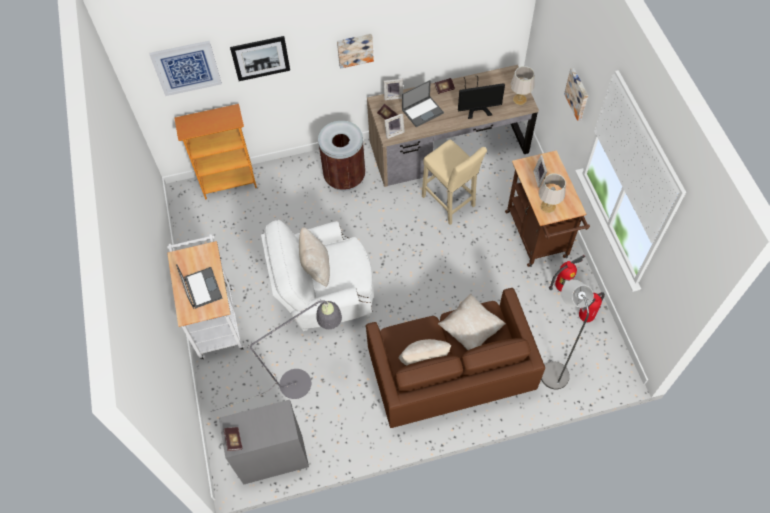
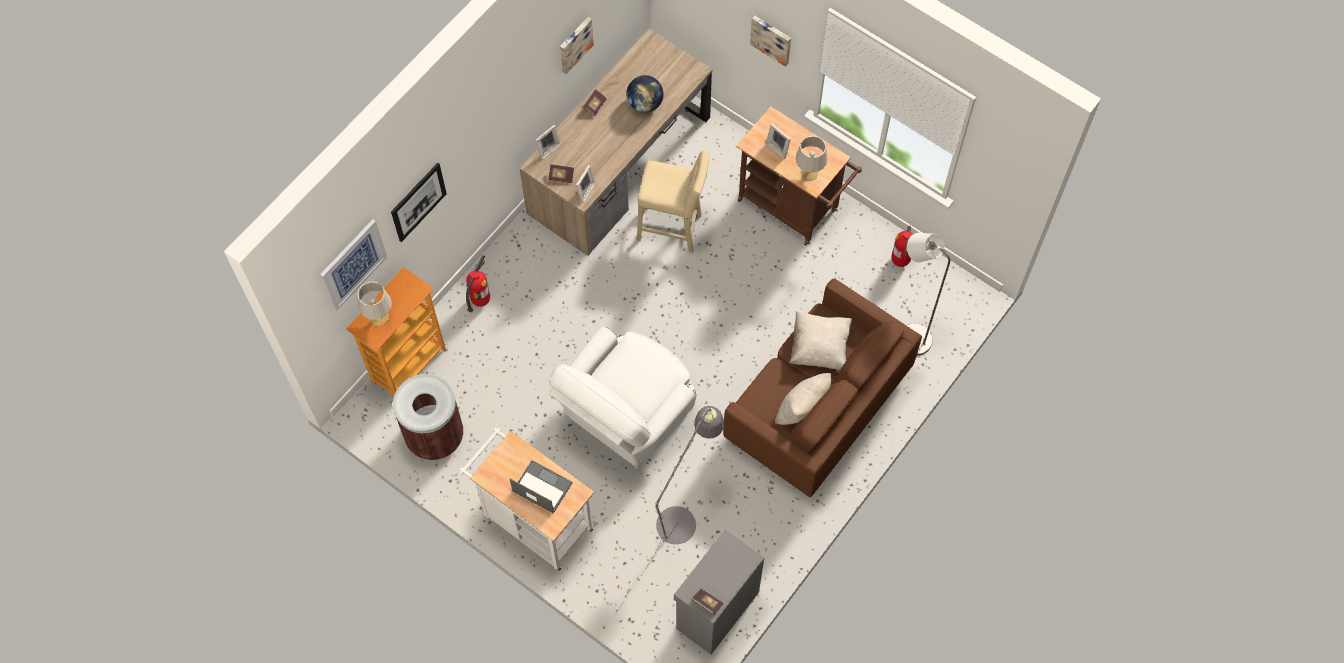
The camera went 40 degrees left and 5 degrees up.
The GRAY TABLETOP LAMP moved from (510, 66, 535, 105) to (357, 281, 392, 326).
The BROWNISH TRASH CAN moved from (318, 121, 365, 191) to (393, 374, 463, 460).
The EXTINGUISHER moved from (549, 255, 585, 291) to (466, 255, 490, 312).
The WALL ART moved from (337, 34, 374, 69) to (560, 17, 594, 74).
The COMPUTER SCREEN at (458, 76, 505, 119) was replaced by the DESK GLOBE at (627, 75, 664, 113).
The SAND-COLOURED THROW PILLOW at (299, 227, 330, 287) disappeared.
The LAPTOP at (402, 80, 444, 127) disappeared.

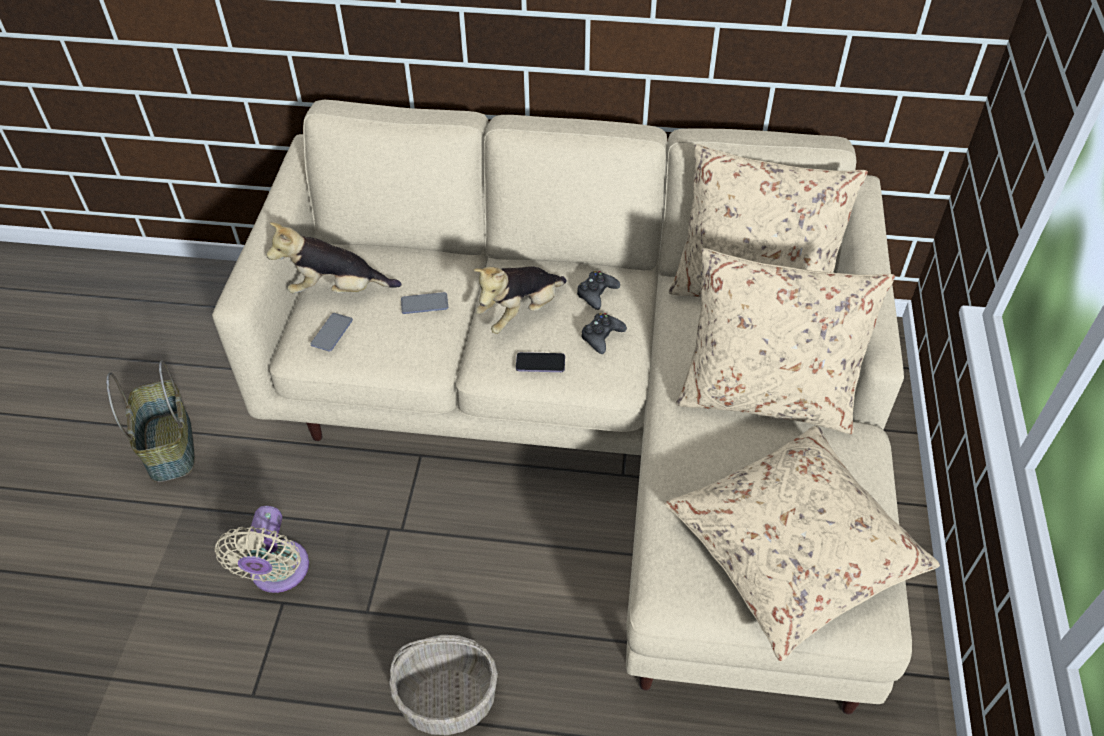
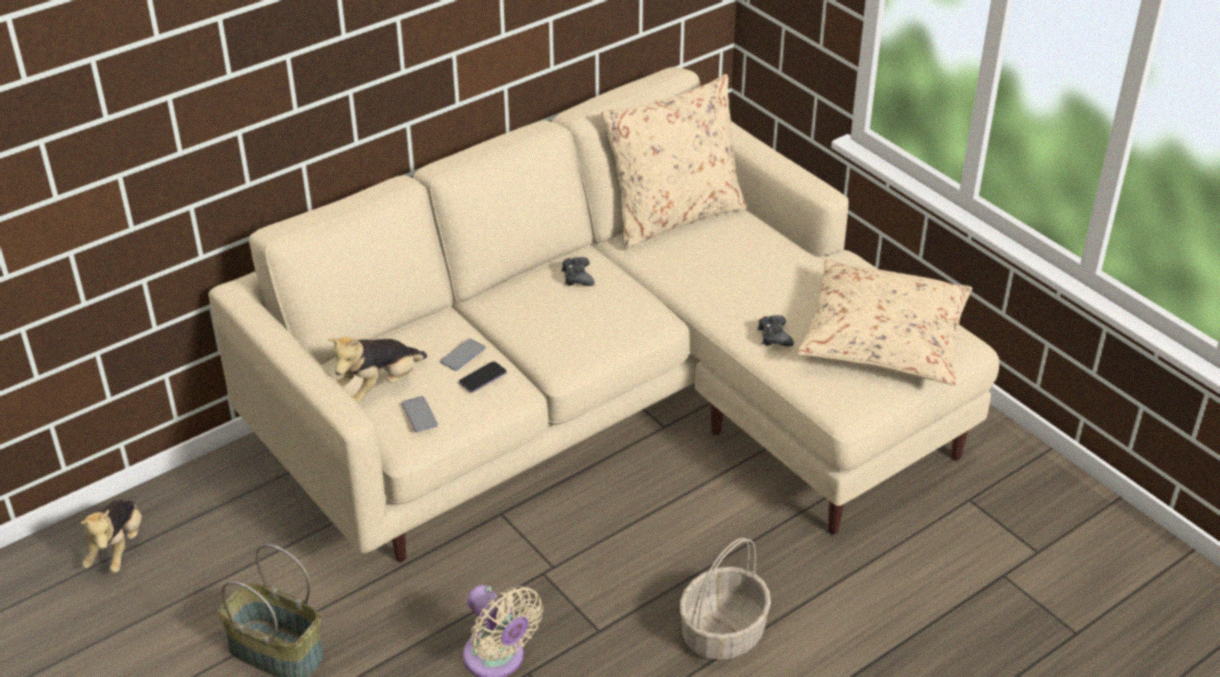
The camera went 45 degrees left and 10 degrees down.
The PLUSH TOY moved from (474, 266, 567, 334) to (80, 500, 142, 573).
The PHONE moved from (516, 352, 565, 372) to (459, 361, 507, 393).
The BLACK-COLOURED GAMEPAD moved from (581, 313, 627, 354) to (757, 315, 794, 347).
The SAND-COLOURED THROW PILLOW at (676, 248, 895, 434) disappeared.

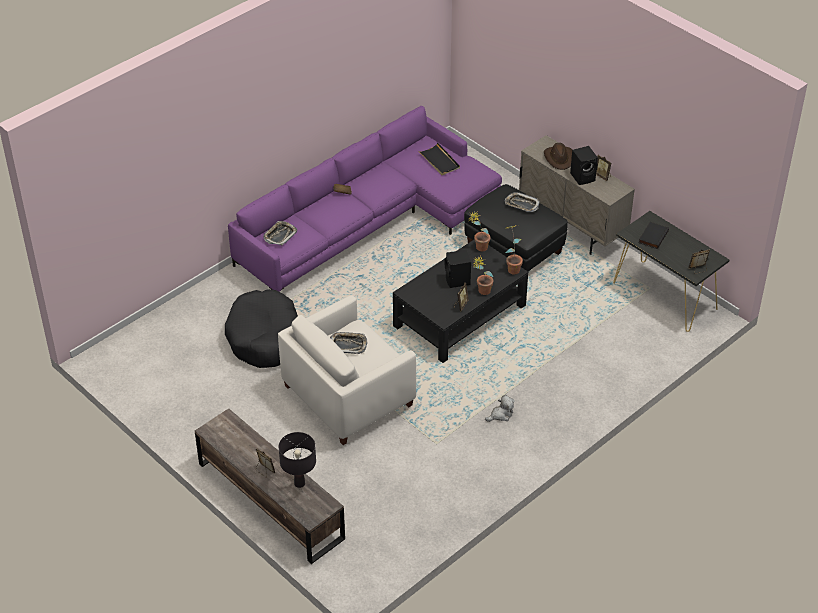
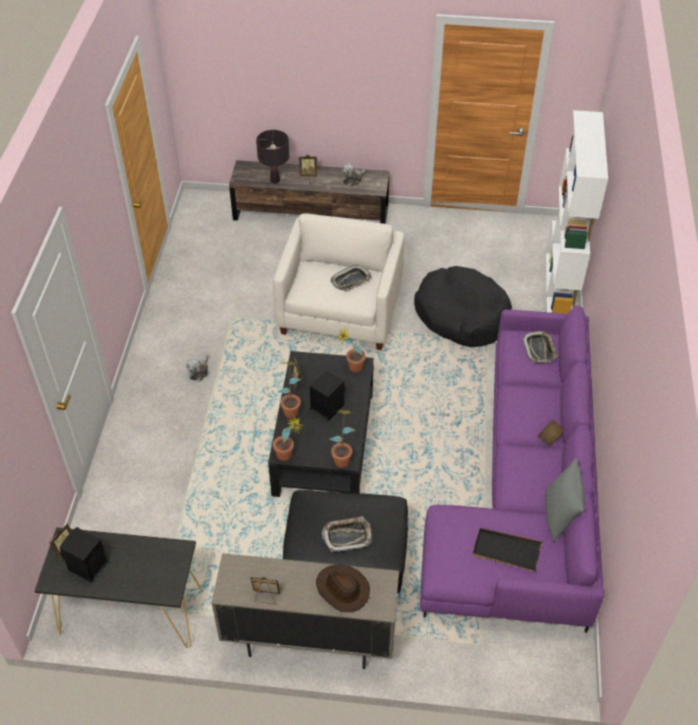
The camera went 140 degrees right and 5 degrees up.
The BLACK-COLOURED LOUDSPEAKER moved from (570, 146, 598, 185) to (60, 527, 108, 583).
The PLANT IN A POT at (337, 328, 366, 372) appeared.
The PLUSH TOY at (342, 164, 367, 187) appeared.
The GRAY THROW PILLOW at (545, 458, 585, 542) appeared.
The WHITISH BOOKSHELF at (546, 110, 608, 314) appeared.
The BLACK-COLOURED BOOK at (638, 222, 669, 249) disappeared.

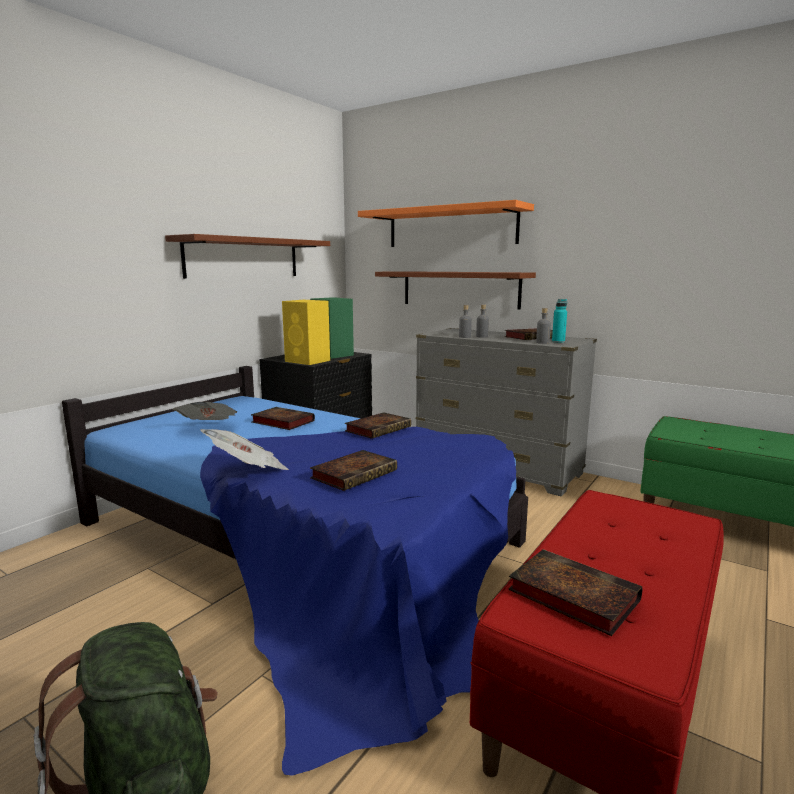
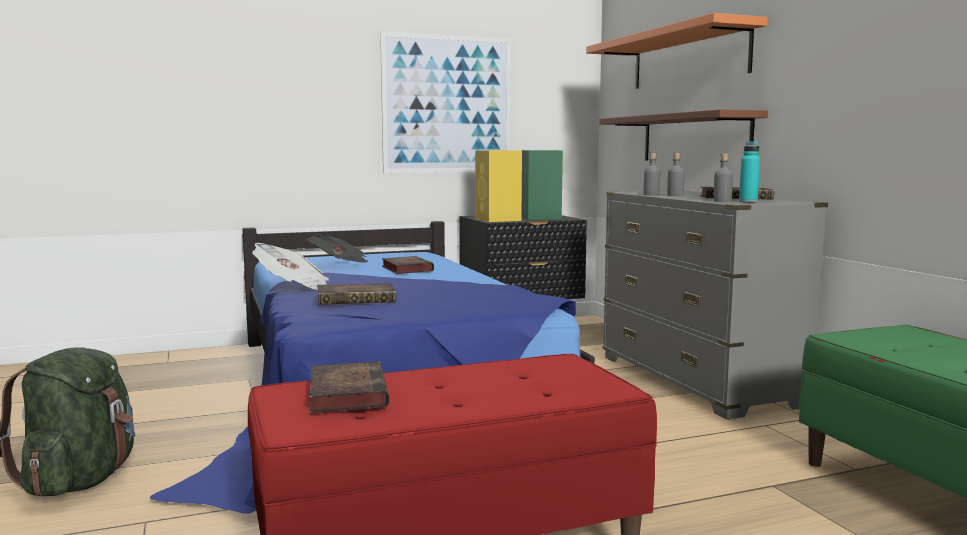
The camera went 35 degrees right and 5 degrees down.
The BROWNISH SHELF at (165, 234, 330, 279) was replaced by the WALL ART at (380, 31, 511, 173).
The BOOK at (345, 412, 411, 439) disappeared.

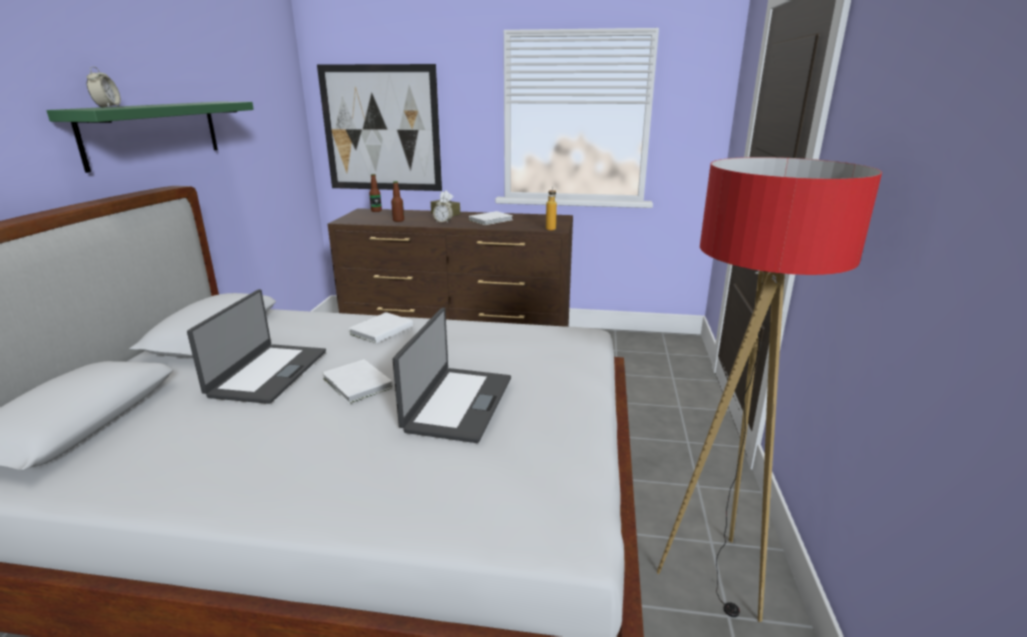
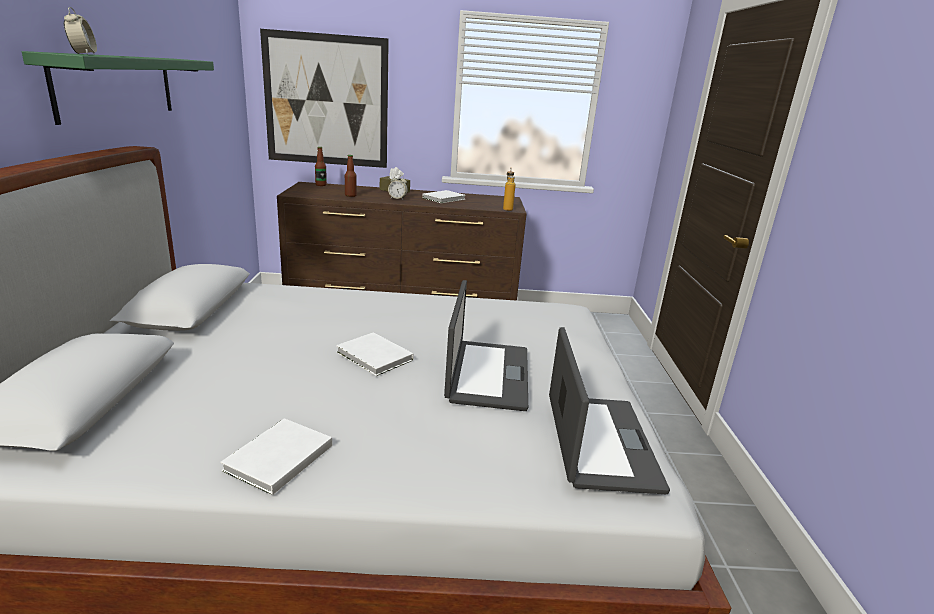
The camera went 10 degrees left and 0 degrees up.
The WHITISH BOOK moved from (348, 312, 413, 343) to (220, 418, 332, 495).
The LAPTOP moved from (187, 289, 326, 404) to (549, 327, 670, 494).
The STANDARD LAMP at (657, 157, 882, 622) disappeared.

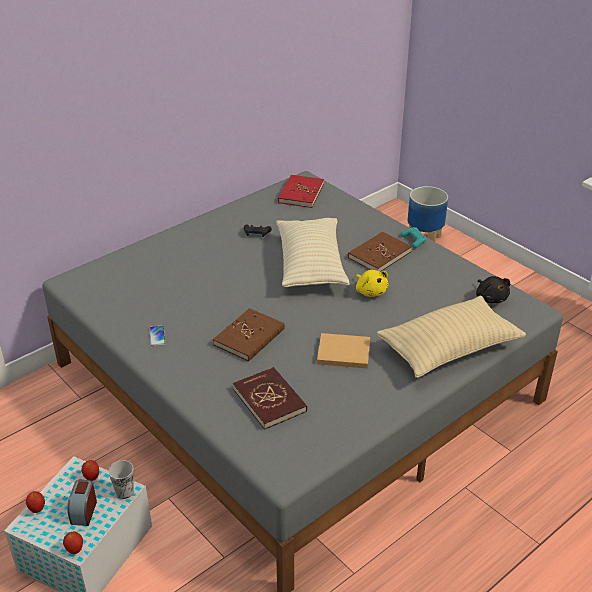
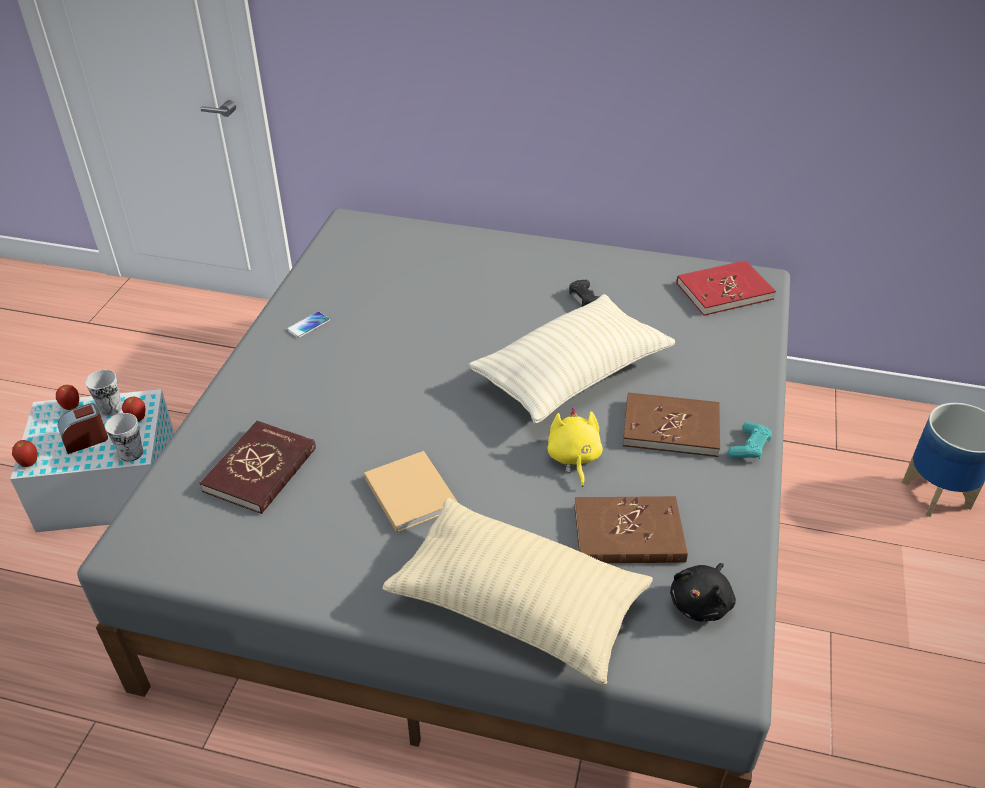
The camera went 55 degrees right and 5 degrees up.
The SMALL CUP at (85, 370, 122, 416) appeared.
The YELLOWISH PLUSH TOY at (356, 270, 388, 297) turned 150 degrees clockwise.
The BROWNISH BOOK moved from (213, 308, 285, 362) to (574, 496, 688, 563).

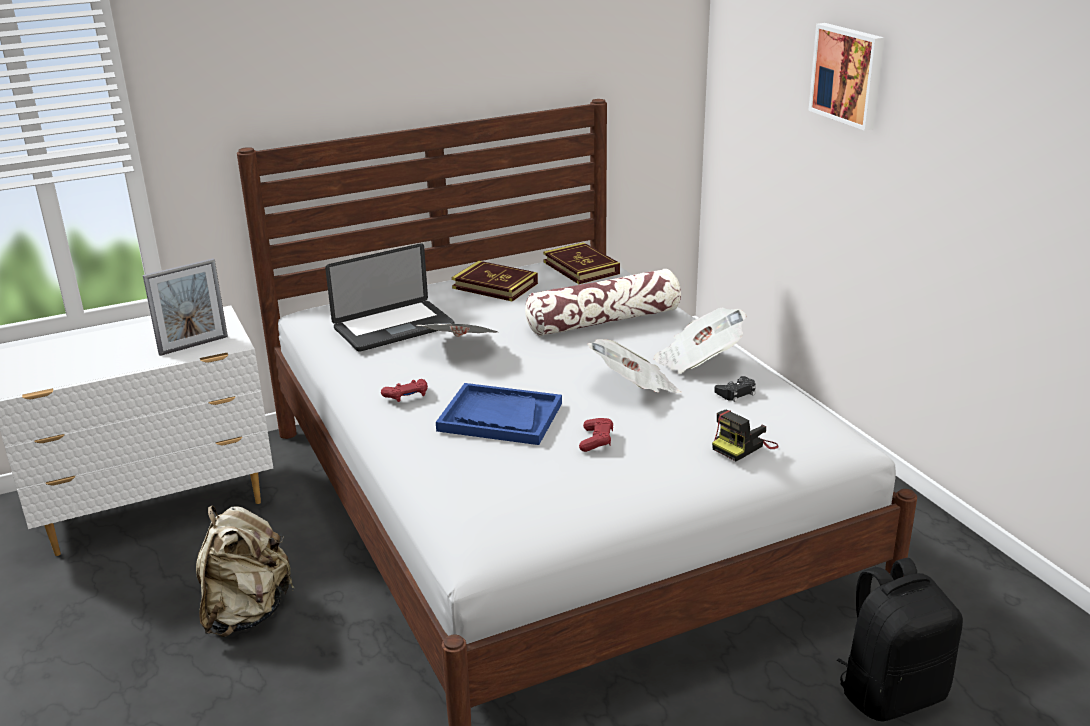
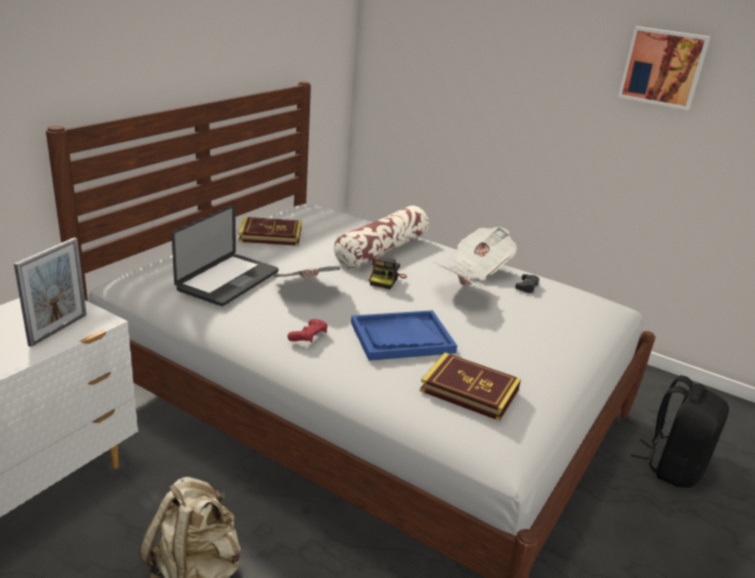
The camera went 35 degrees left and 0 degrees up.
The PHOTO CAMERA moved from (712, 410, 779, 461) to (369, 256, 407, 289).
The BOOK moved from (543, 242, 620, 284) to (420, 353, 521, 421).
The WALL ART moved from (808, 23, 884, 131) to (618, 26, 711, 110).
The REDDISH GAMEPAD at (579, 418, 613, 452) disappeared.

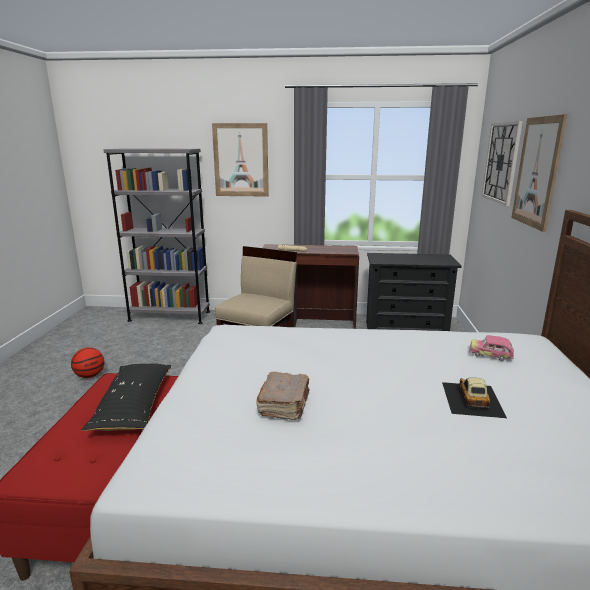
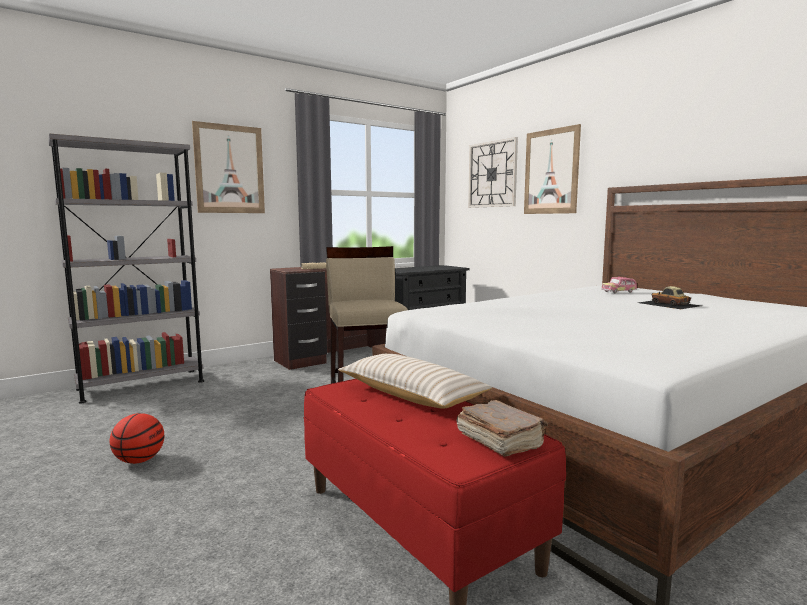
The camera went 40 degrees left and 10 degrees down.
The BLACK-COLOURED THROW PILLOW at (82, 364, 172, 431) became the SAND-COLOURED THROW PILLOW at (338, 354, 493, 408).
The BROWNISH BOOK moved from (256, 372, 310, 420) to (456, 400, 548, 456).

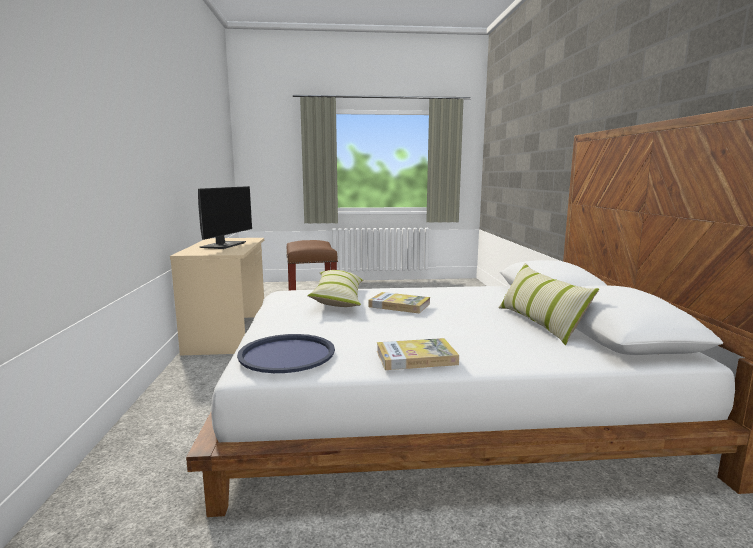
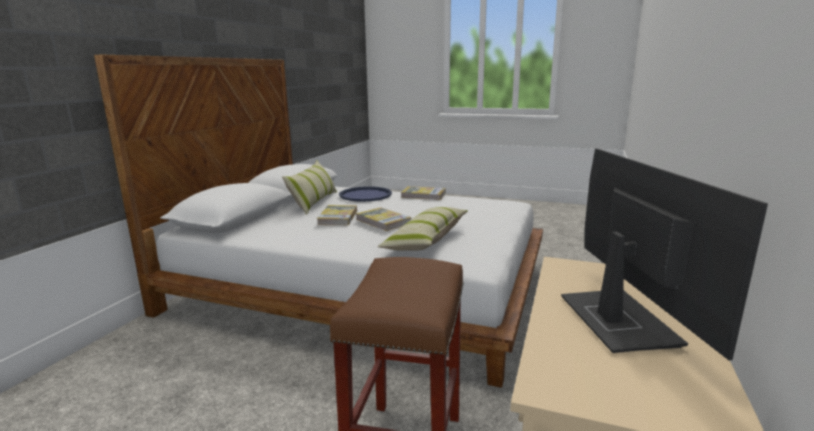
The camera went 155 degrees left and 5 degrees up.
The BOOK at (317, 205, 357, 225) appeared.
The BLUE CARRYING TRAY moved from (237, 334, 335, 373) to (339, 186, 392, 202).
The COMPUTER SCREEN at (198, 186, 252, 249) turned 135 degrees clockwise.

